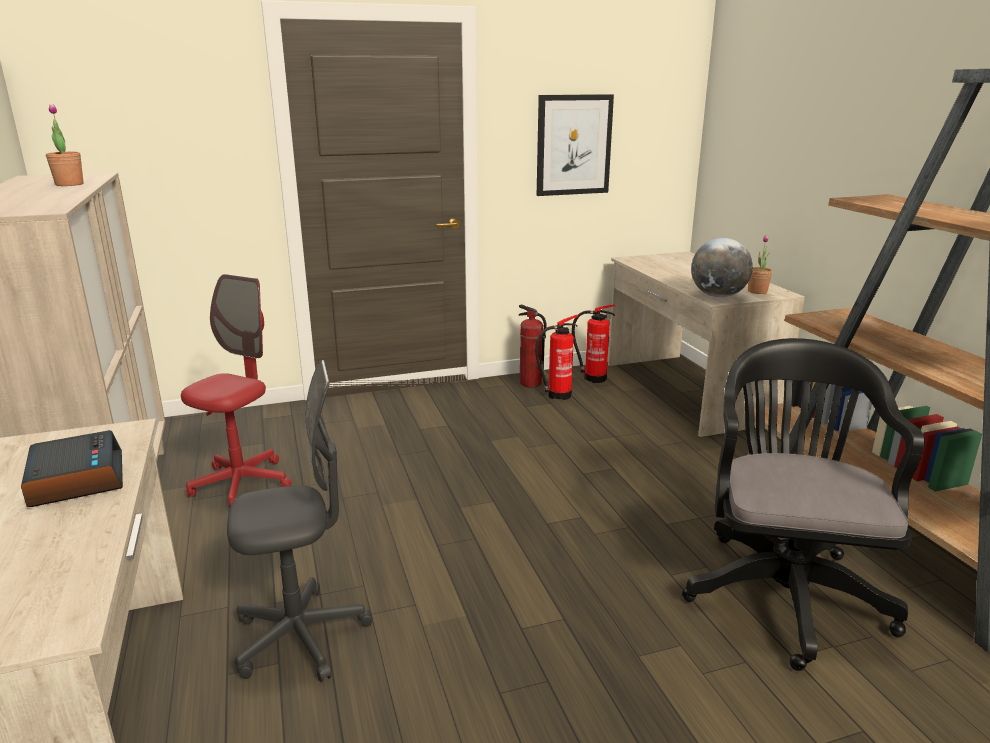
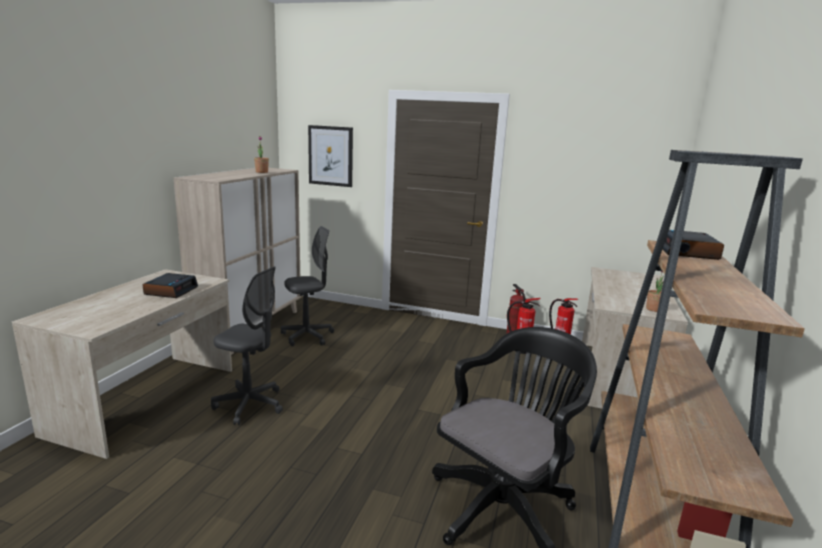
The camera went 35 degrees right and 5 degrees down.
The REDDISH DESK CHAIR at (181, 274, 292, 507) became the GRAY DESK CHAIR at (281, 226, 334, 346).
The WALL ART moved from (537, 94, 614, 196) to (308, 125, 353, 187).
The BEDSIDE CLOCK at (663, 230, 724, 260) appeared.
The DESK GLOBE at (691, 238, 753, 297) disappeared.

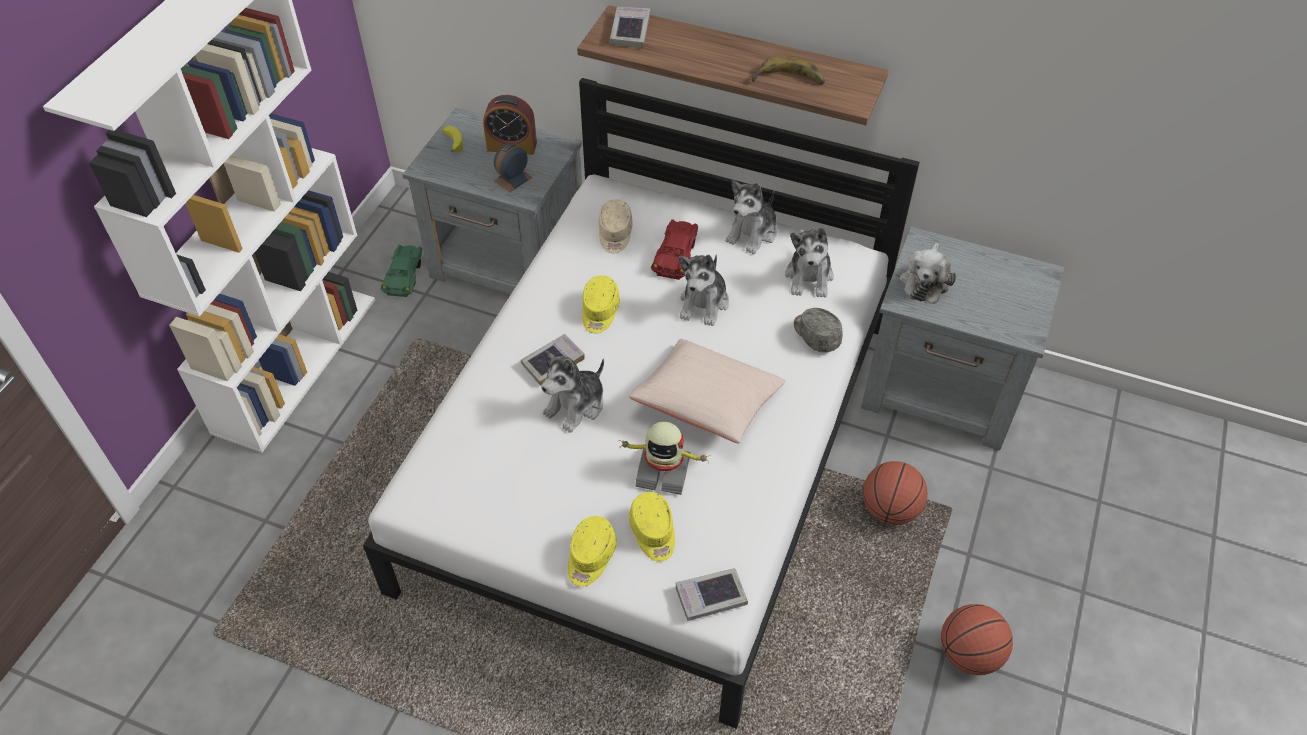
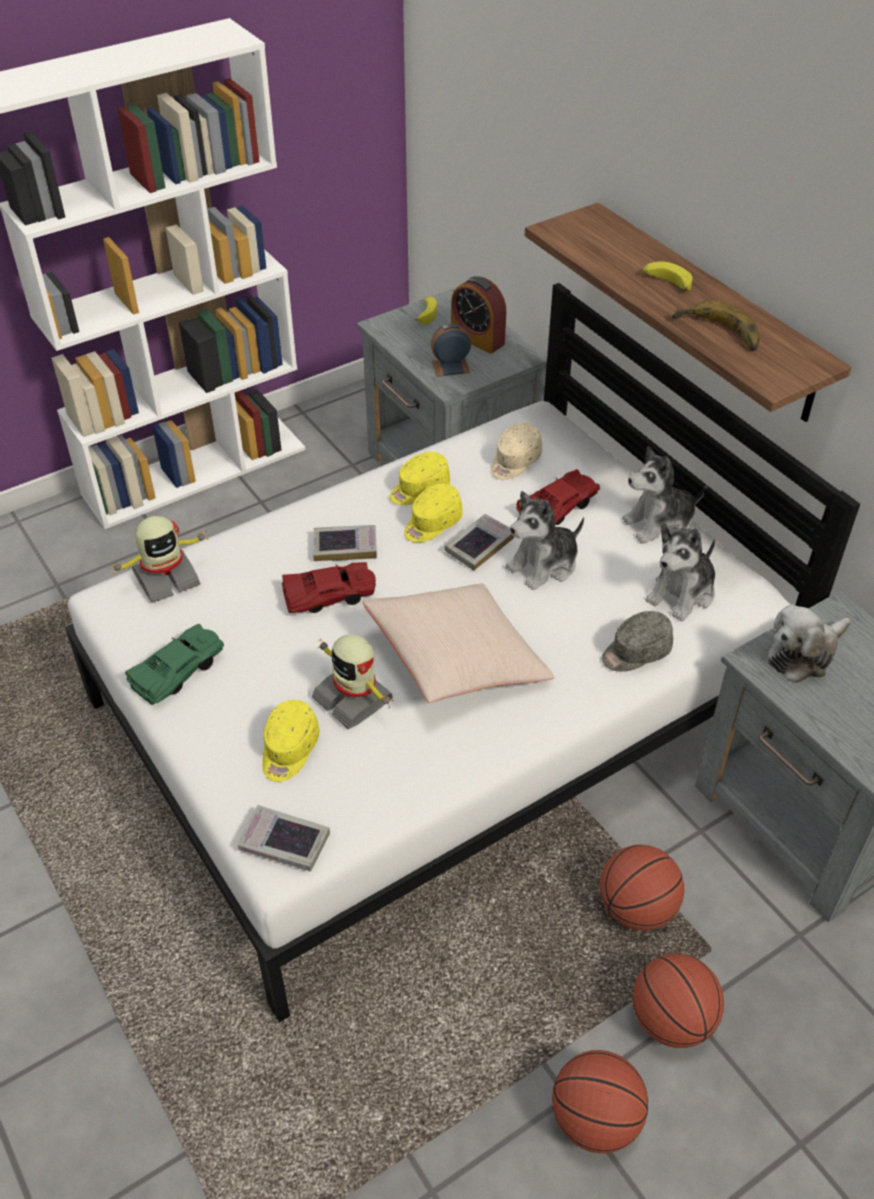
The camera went 35 degrees right and 5 degrees down.
The TOY ROBOT at (109, 516, 209, 603) appeared.
The GREEN MODEL CAR moved from (380, 245, 422, 297) to (125, 624, 224, 705).
The PLUSH TOY at (541, 351, 604, 433) was replaced by the REDDISH MODEL CAR at (282, 562, 376, 613).
The YELLOWISH PEAKED CAP moved from (568, 516, 617, 587) to (390, 452, 450, 505).
The BOOK moved from (609, 7, 650, 49) to (444, 514, 514, 571).
The GRAY PEAKED CAP at (794, 308, 843, 352) turned 120 degrees counterclockwise.
The BALL FOR BASKETBALL at (632, 953, 724, 1048) appeared.
The BANANA at (641, 261, 693, 291) appeared.

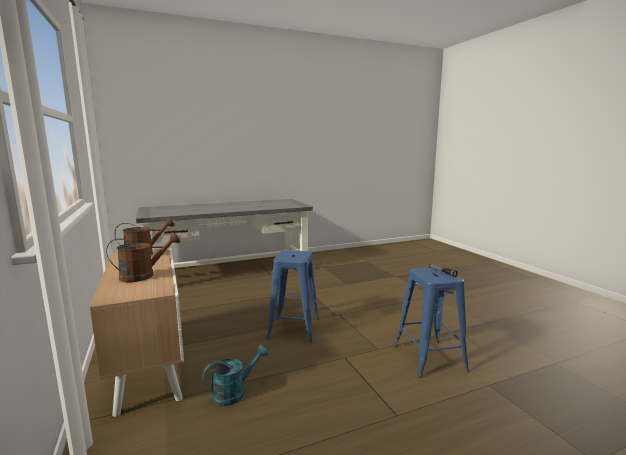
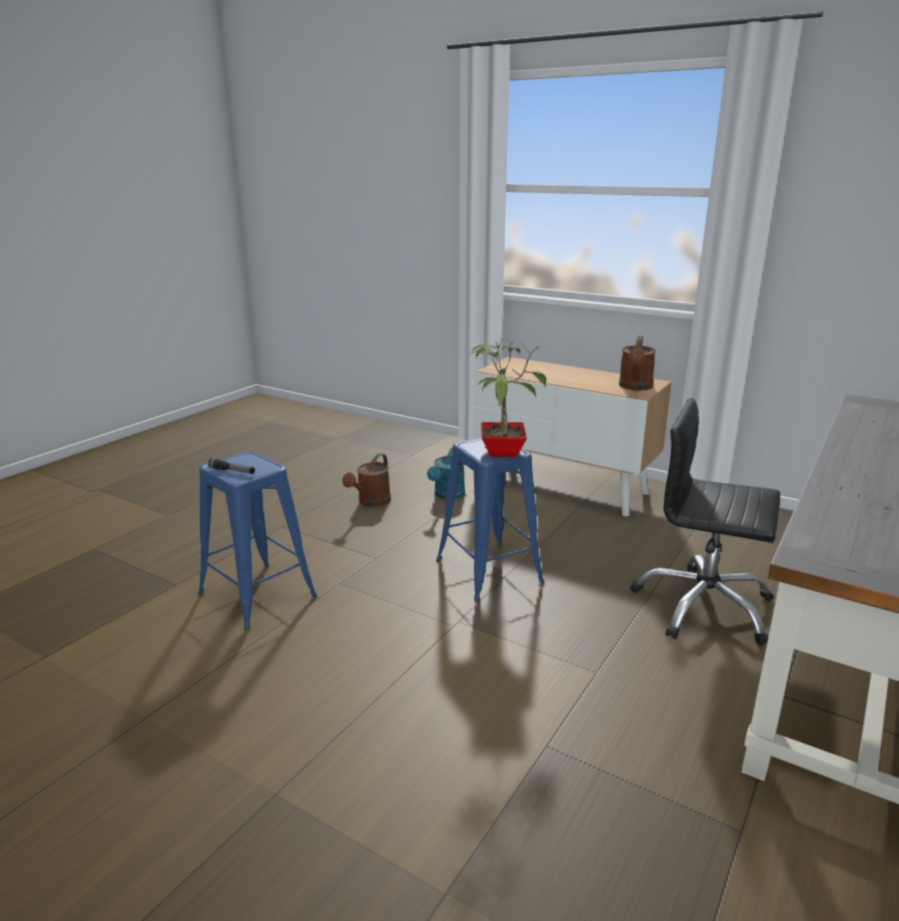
The camera went 145 degrees right and 10 degrees up.
The BROWNISH WATERING CAN moved from (106, 232, 180, 282) to (342, 453, 391, 507).
The PLANT IN A POT at (469, 340, 546, 457) appeared.
The BLACK-COLOURED DESK CHAIR at (630, 398, 780, 645) appeared.

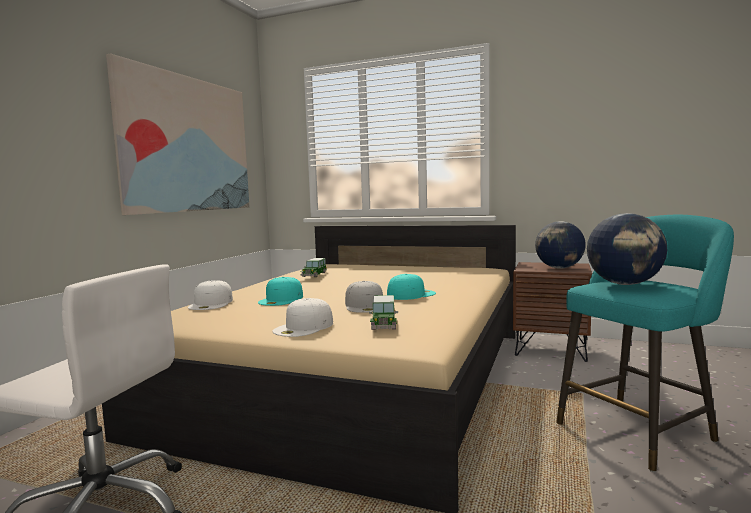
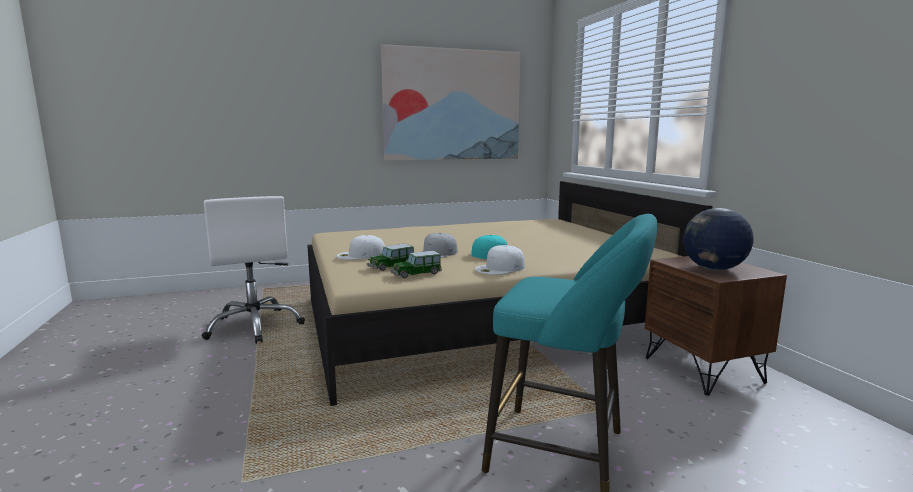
The camera went 50 degrees right and 5 degrees up.
The MODEL CAR moved from (300, 258, 327, 277) to (391, 251, 442, 278).
The WHITISH PEAKED CAP moved from (188, 280, 233, 310) to (475, 245, 525, 275).
The TURQUOISE-COLOURED PEAKED CAP at (258, 277, 303, 306) disappeared.
The DESK GLOBE at (587, 213, 667, 285) disappeared.

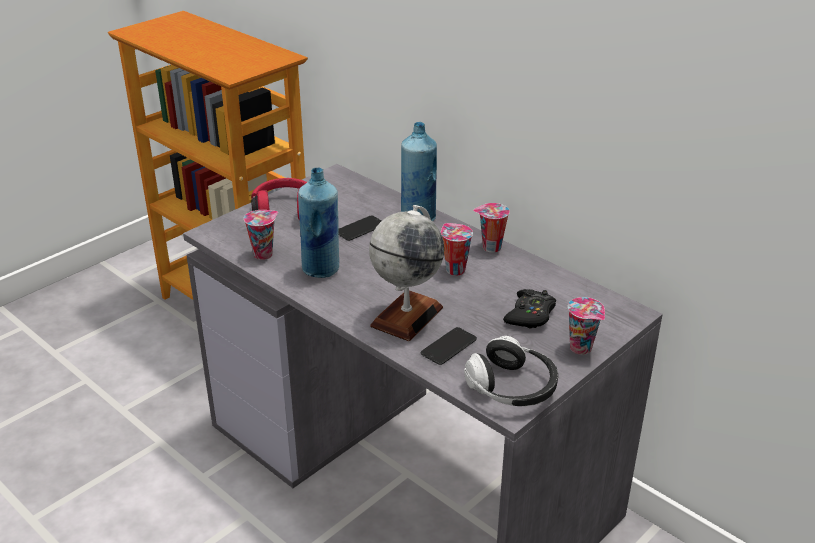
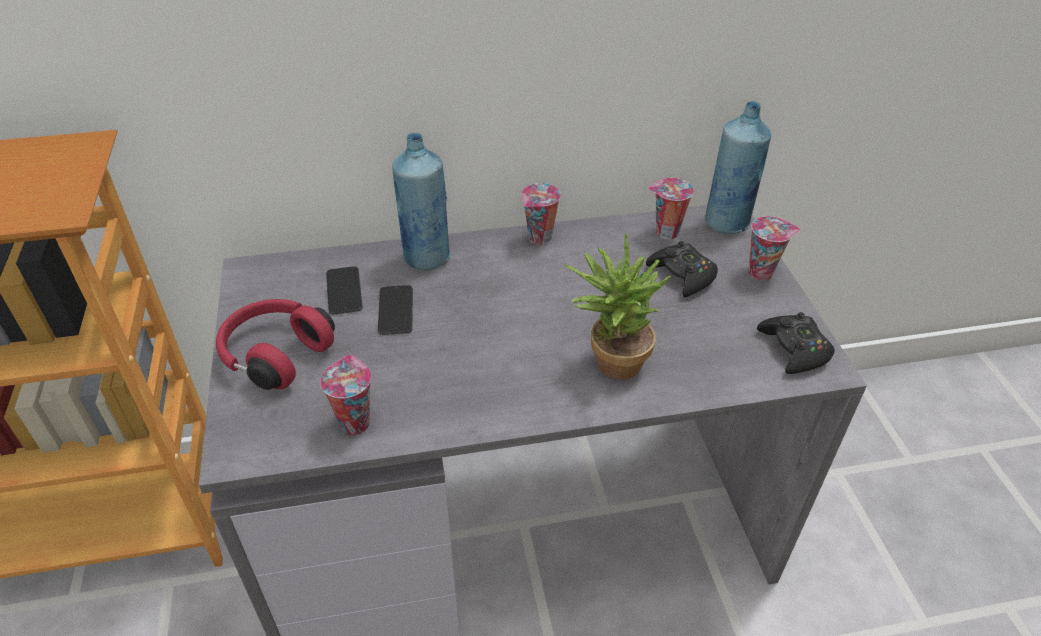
The camera went 55 degrees left and 10 degrees up.
The PHONE moved from (421, 327, 477, 365) to (326, 266, 363, 315).
The DESK GLOBE at (369, 205, 444, 341) was replaced by the PLANT IN A POT at (564, 233, 673, 380).
The SMALL CUP moved from (441, 223, 473, 276) to (648, 178, 694, 239).
The BLUE BEVERAGE BOTTLE moved from (298, 167, 339, 278) to (705, 101, 771, 234).
The HEADPHONES at (464, 336, 558, 406) was replaced by the BLACK-COLOURED GAMEPAD at (757, 312, 835, 374).

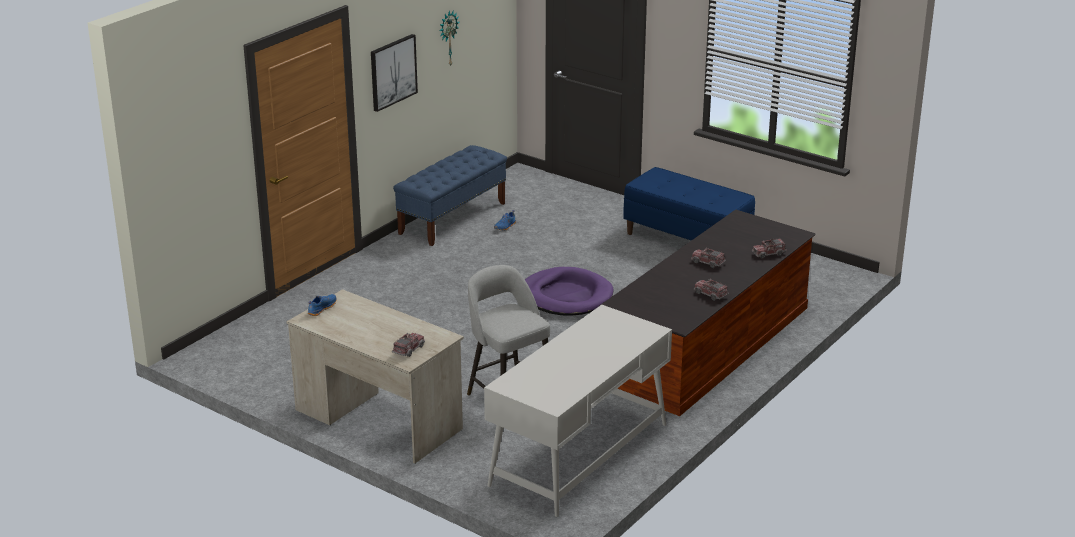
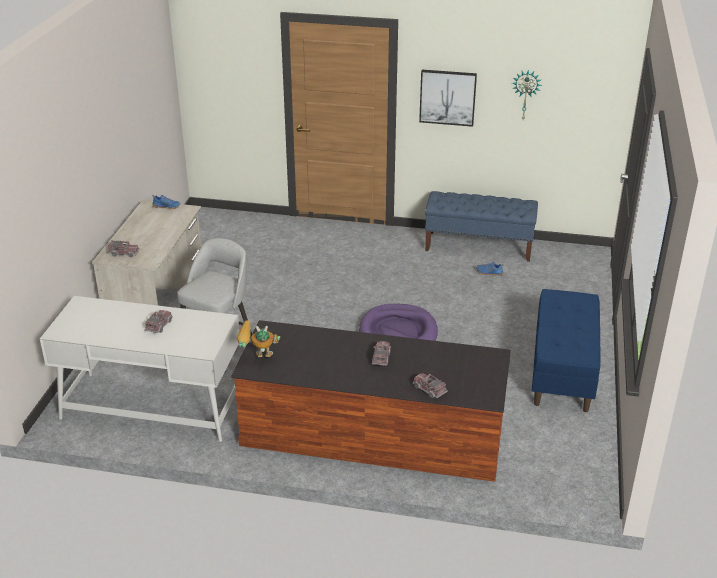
The camera went 65 degrees right and 5 degrees up.
The TOY TRUCK moved from (694, 279, 729, 301) to (144, 310, 173, 333).
The TOY ROBOT at (237, 320, 280, 357) appeared.

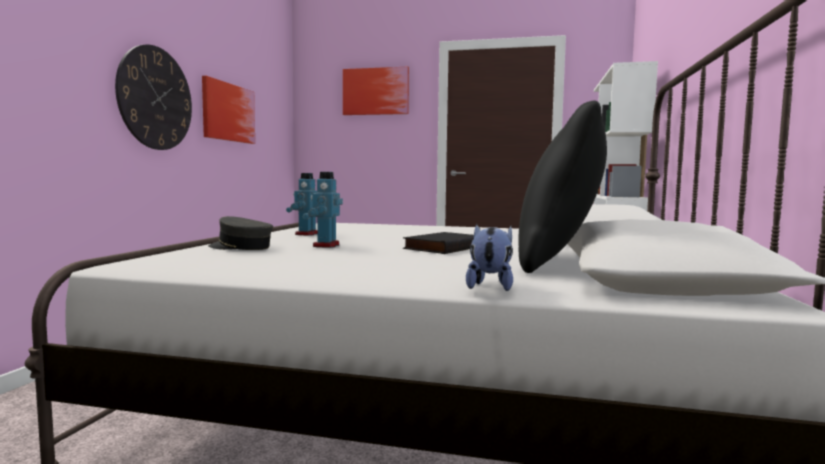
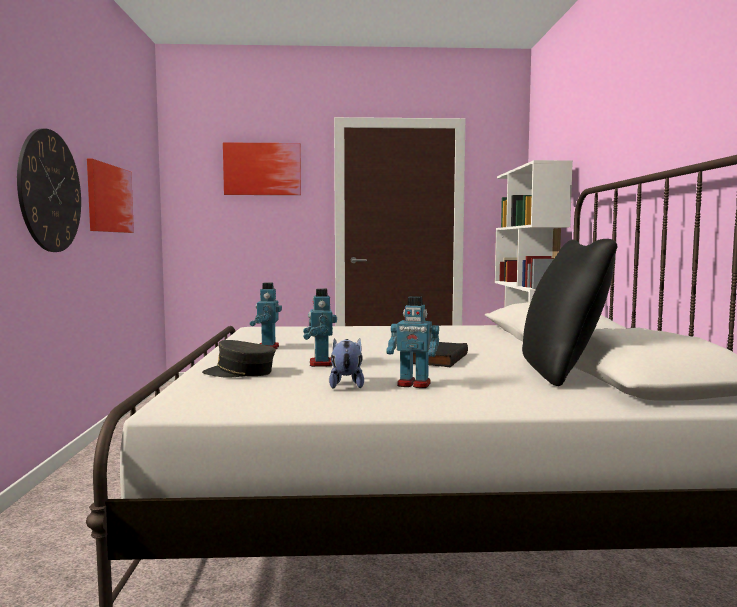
The camera went 15 degrees left and 0 degrees up.
The PLUSH TOY moved from (466, 224, 513, 291) to (329, 338, 364, 389).
The TOY ROBOT at (386, 296, 439, 388) appeared.

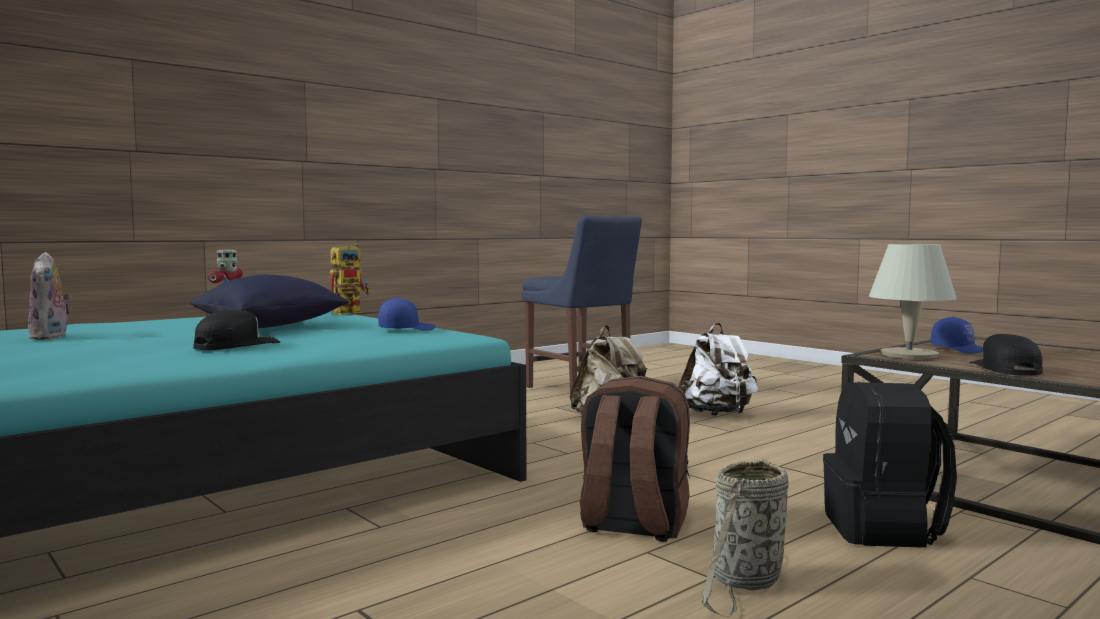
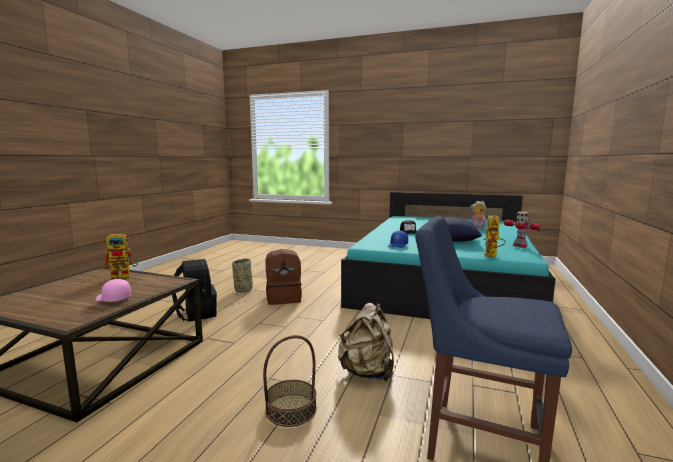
The camera went 150 degrees right and 5 degrees up.
The BLUE PEAKED CAP at (931, 317, 983, 354) became the PINK PEAKED CAP at (95, 279, 131, 302).
The BLACK-COLOURED PEAKED CAP at (969, 334, 1043, 376) was replaced by the TOY ROBOT at (103, 232, 139, 280).
The WHITISH RUCKSACK at (678, 323, 758, 415) was replaced by the HOUSEHOLD BASKET at (263, 335, 316, 427).
The SAND-COLOURED TABLETOP LAMP at (869, 244, 957, 359) disappeared.

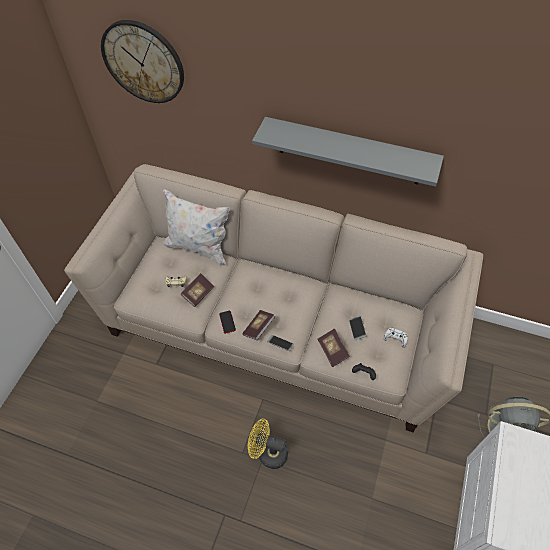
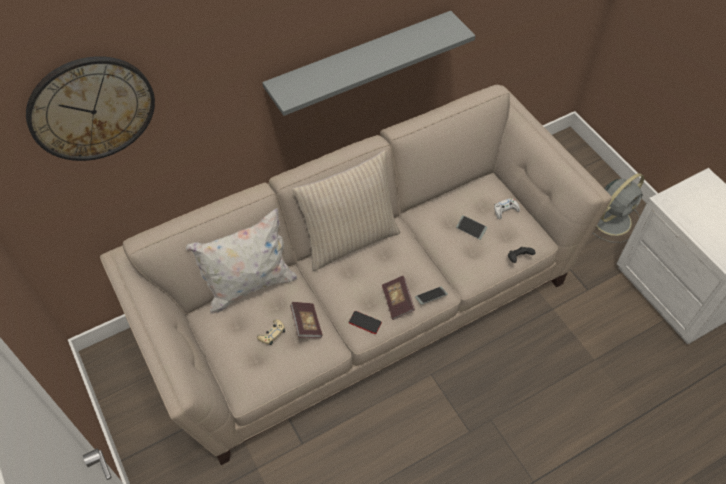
The camera went 50 degrees left and 0 degrees up.
The SAND-COLOURED THROW PILLOW at (292, 150, 400, 271) appeared.
The YELLOWISH COOLING FAN at (248, 419, 288, 469) disappeared.
The BOOK at (317, 329, 350, 367) disappeared.

